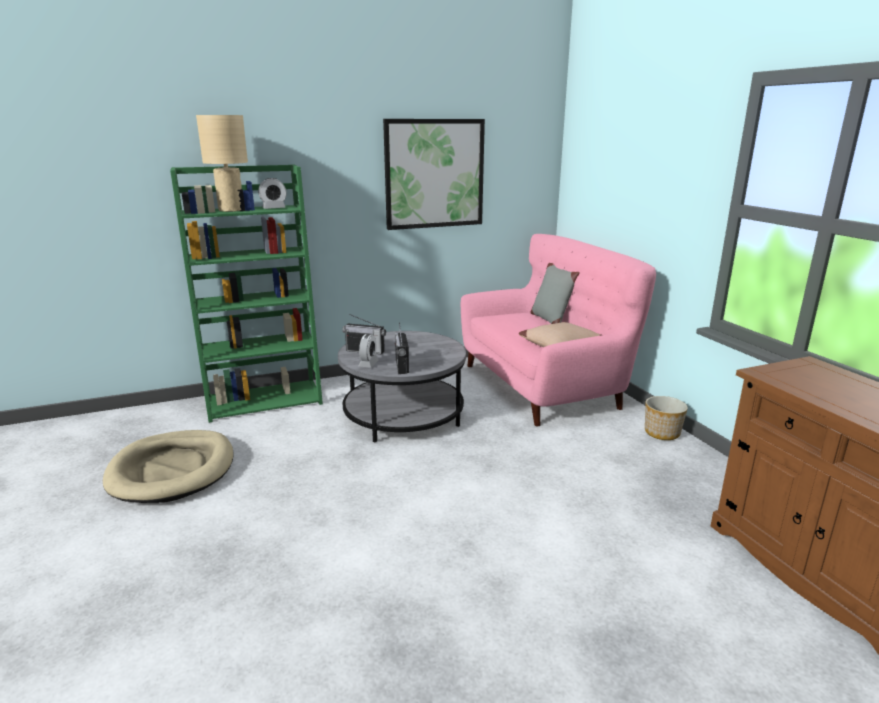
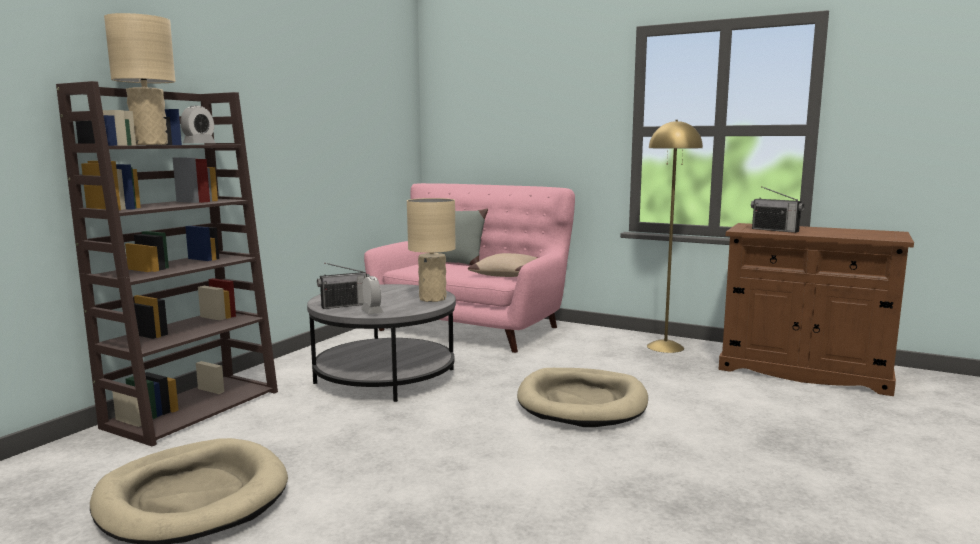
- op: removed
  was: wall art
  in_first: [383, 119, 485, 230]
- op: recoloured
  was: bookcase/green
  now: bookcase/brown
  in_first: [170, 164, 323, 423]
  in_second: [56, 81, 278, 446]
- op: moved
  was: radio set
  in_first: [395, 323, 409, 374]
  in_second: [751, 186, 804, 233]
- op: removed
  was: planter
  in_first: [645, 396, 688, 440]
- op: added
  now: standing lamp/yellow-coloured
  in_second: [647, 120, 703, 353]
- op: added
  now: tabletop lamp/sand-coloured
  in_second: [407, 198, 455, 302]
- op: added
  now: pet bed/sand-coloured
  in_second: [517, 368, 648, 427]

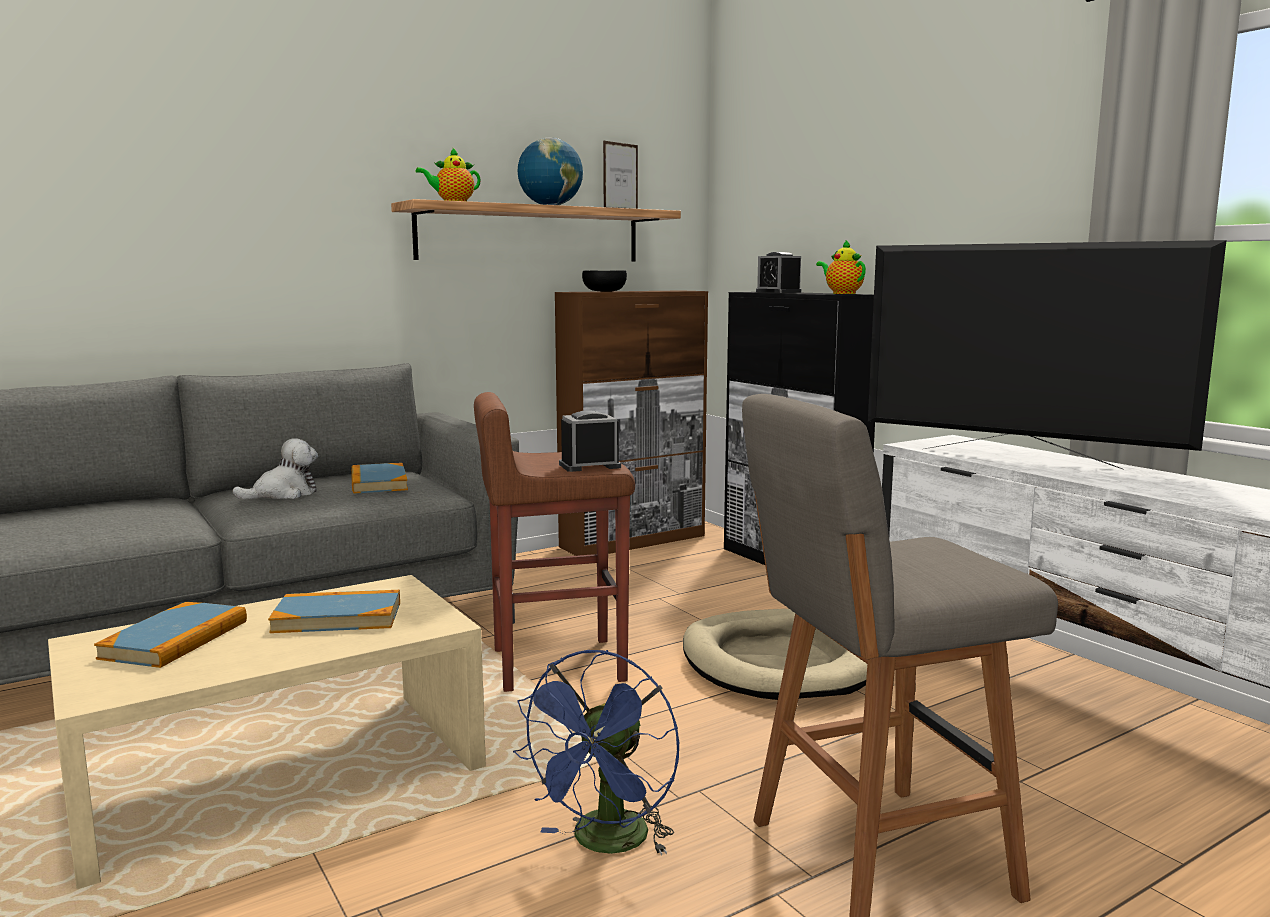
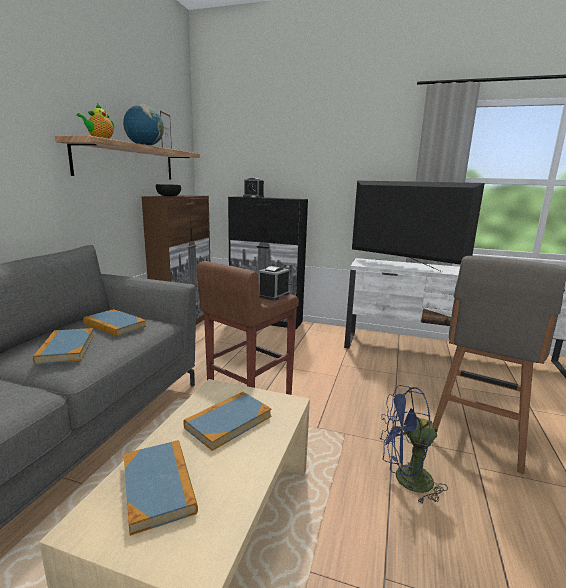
- op: removed
  was: tea pot
  in_first: [816, 240, 866, 294]
- op: turned
  was: TV
  in_first: [868, 240, 1227, 470]
  in_second: [352, 181, 485, 272]
  clockwise: -135
- op: replaced
  was: cuddly toy
  now: book
  in_first: [232, 438, 318, 499]
  in_second: [33, 328, 94, 365]
- op: removed
  was: pet bed/sand-coloured
  in_first: [683, 609, 867, 700]
- op: turned
  was: cooling fan/bluish
  in_first: [513, 650, 679, 855]
  in_second: [380, 385, 448, 505]
  clockwise: 105

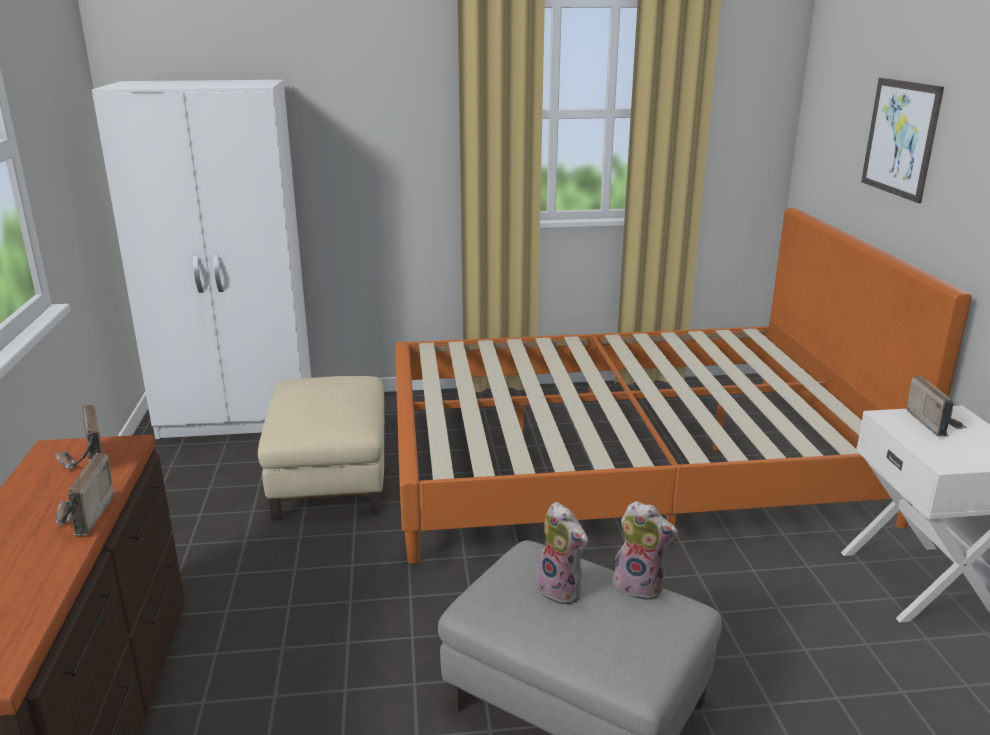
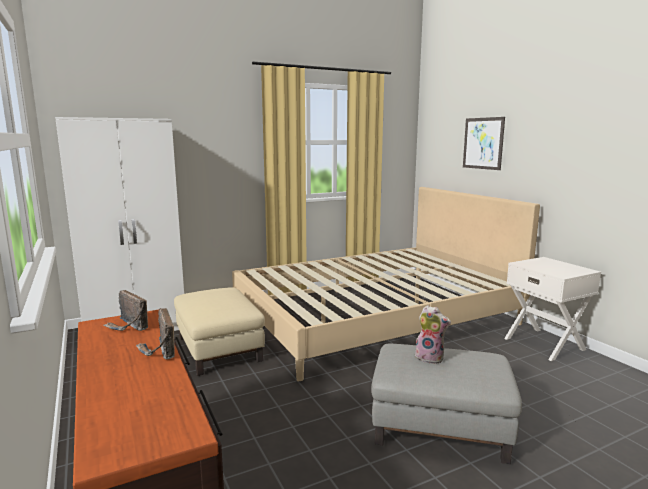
- op: recoloured
  was: bedroom bed/orange-coloured
  now: bedroom bed/sand-coloured
  in_first: [395, 208, 971, 563]
  in_second: [232, 187, 540, 381]
- op: removed
  was: radio set
  in_first: [906, 375, 967, 437]
- op: removed
  was: cuddly toy
  in_first: [612, 501, 677, 601]

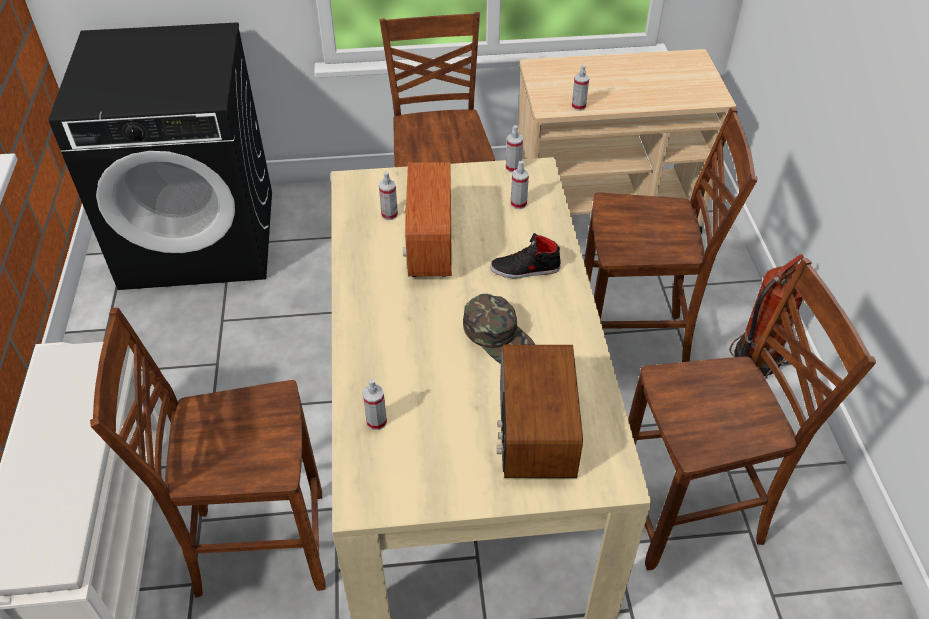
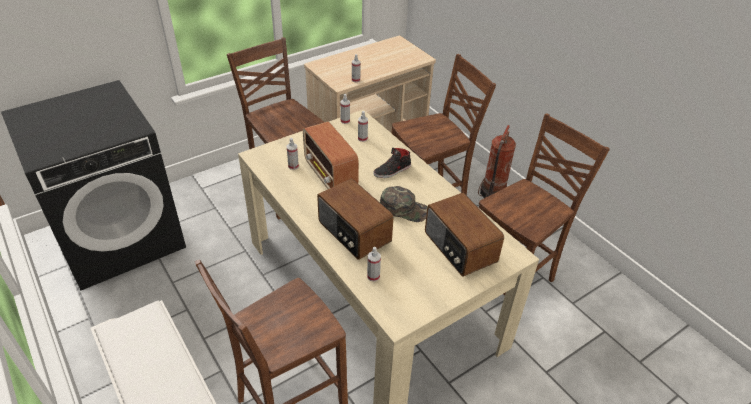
- op: added
  now: radio set
  in_second: [317, 179, 394, 260]

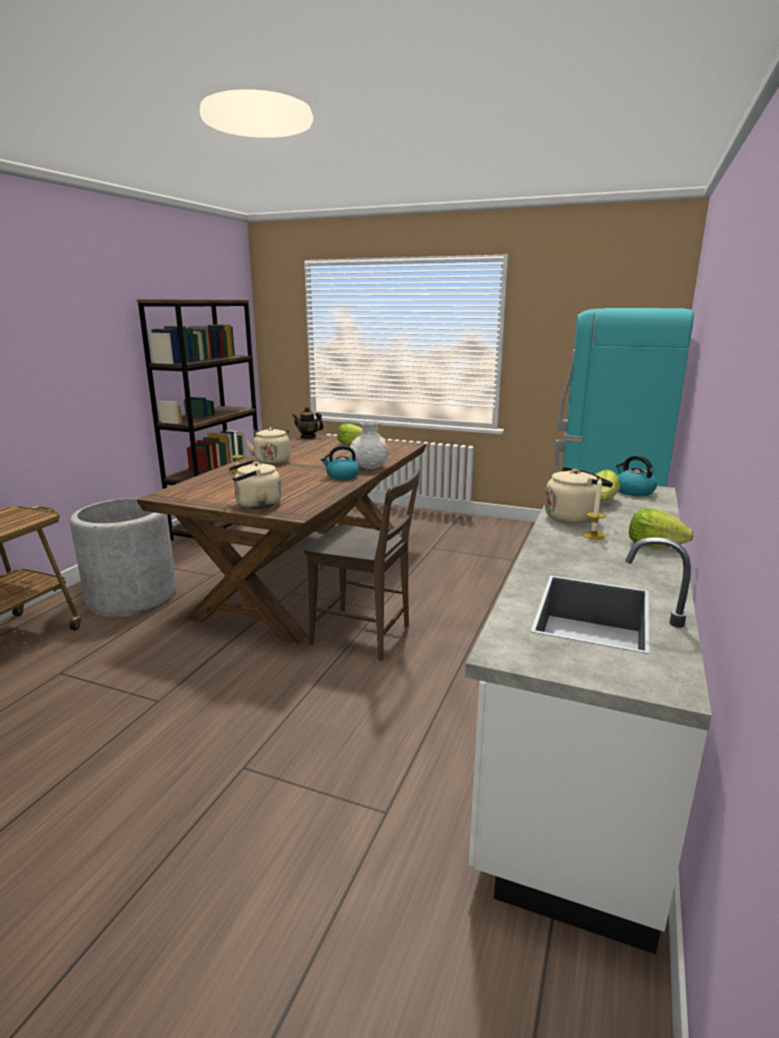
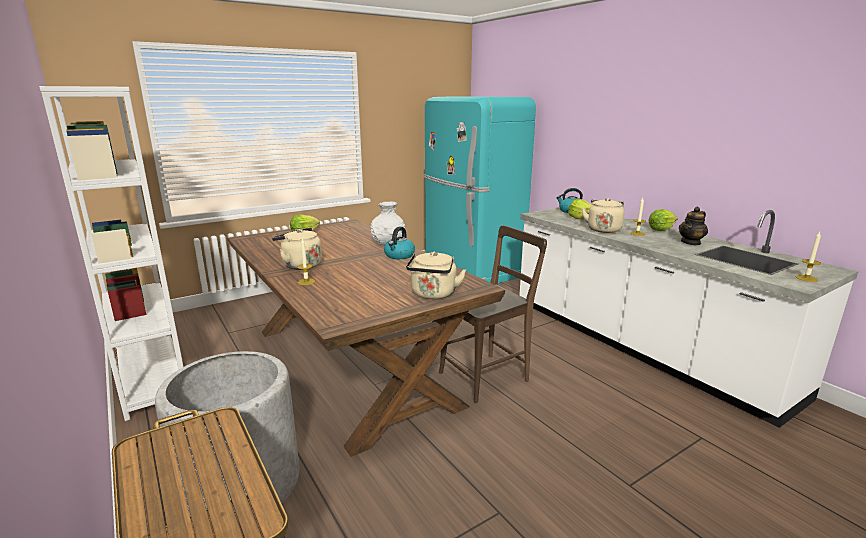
- op: recoloured
  was: bookcase/brown
  now: bookcase/white-coloured
  in_first: [137, 299, 258, 541]
  in_second: [39, 86, 183, 421]
- op: moved
  was: tea pot
  in_first: [292, 407, 324, 439]
  in_second: [679, 207, 708, 245]
- op: added
  now: wax light
  in_second: [796, 232, 821, 282]

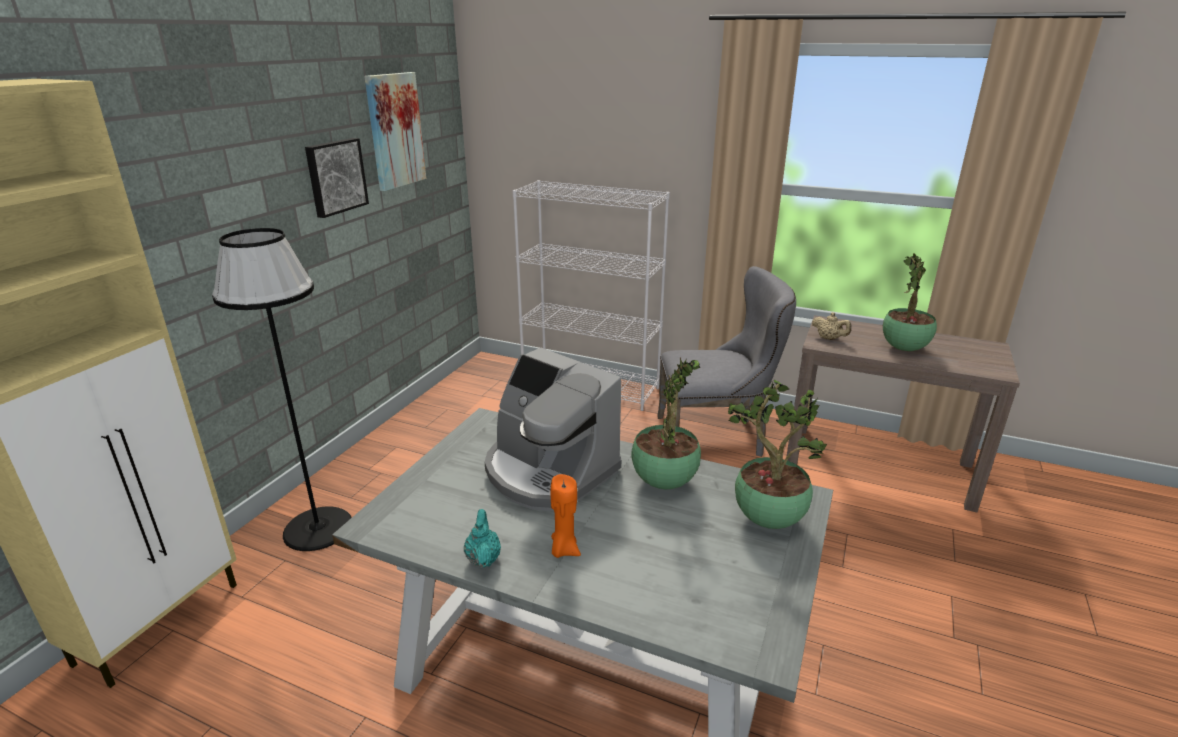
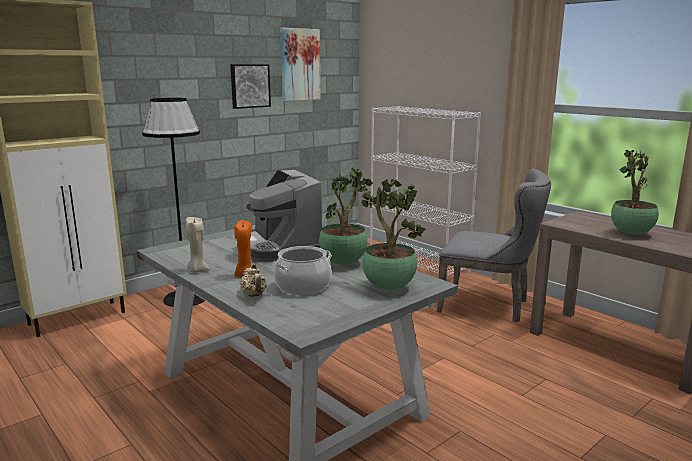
- op: moved
  was: tea pot/sand-coloured
  in_first: [812, 312, 851, 340]
  in_second: [240, 264, 267, 297]
- op: replaced
  was: tea pot/turquoise
  now: wax light/sand-coloured
  in_first: [464, 509, 501, 568]
  in_second: [186, 217, 210, 273]
- op: added
  now: stockpot
  in_second: [272, 246, 332, 295]

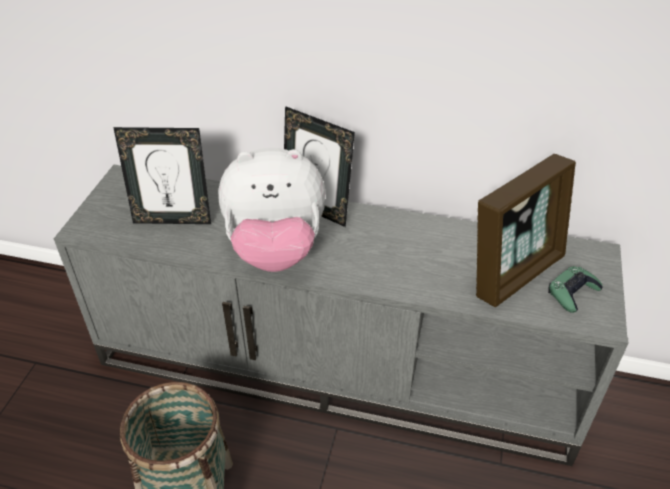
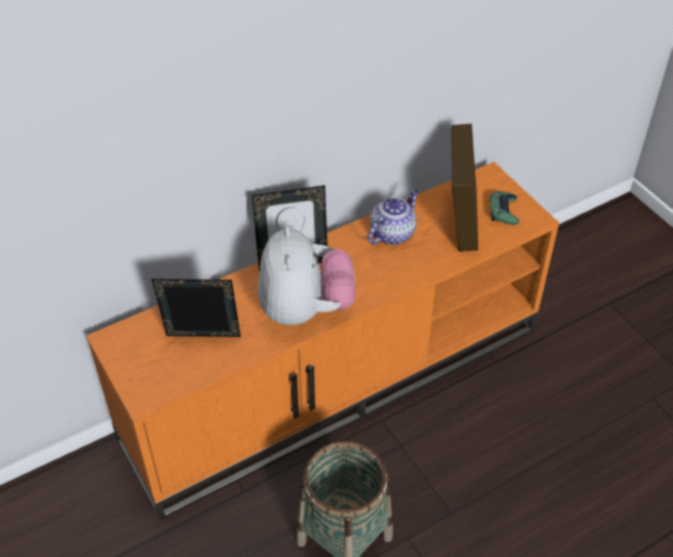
- op: turned
  was: picture frame
  in_first: [113, 127, 211, 224]
  in_second: [151, 279, 241, 337]
  clockwise: -135
- op: turned
  was: cuddly toy
  in_first: [218, 148, 326, 272]
  in_second: [258, 226, 356, 325]
  clockwise: -45
- op: recoloured
  was: tv stand/greyish
  now: tv stand/orange-coloured
  in_first: [54, 165, 628, 466]
  in_second: [86, 162, 559, 521]
- op: added
  now: tea pot
  in_second: [368, 190, 419, 245]

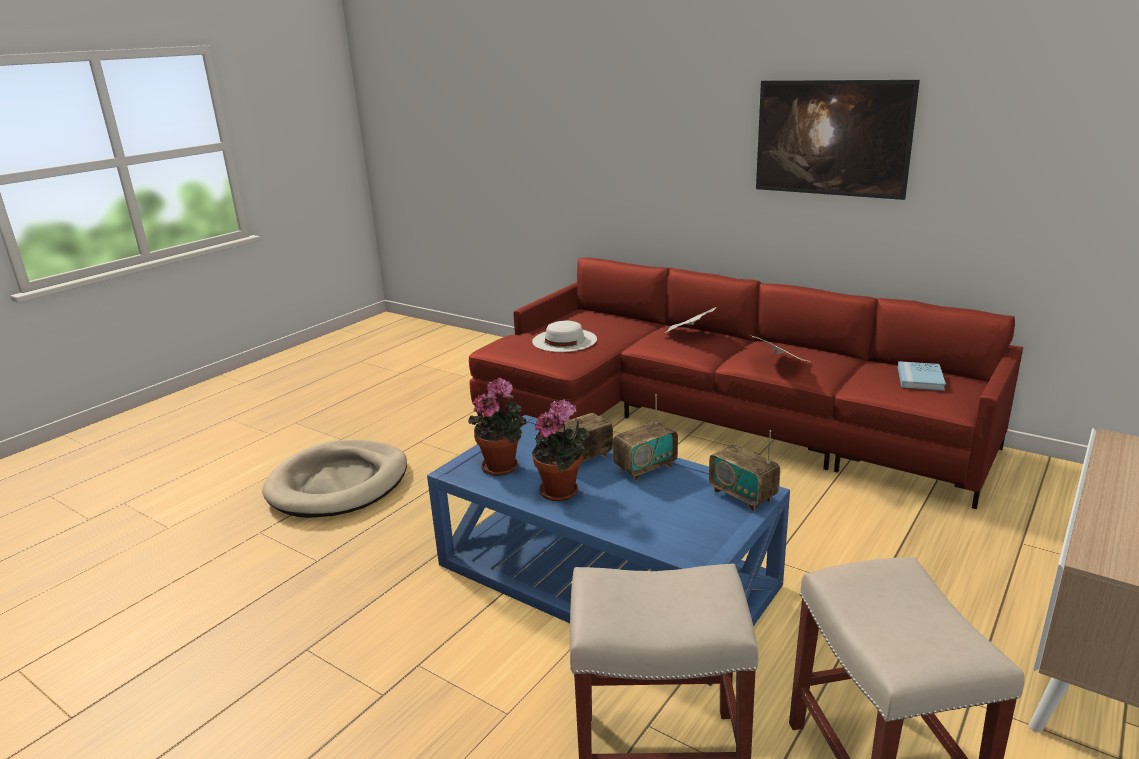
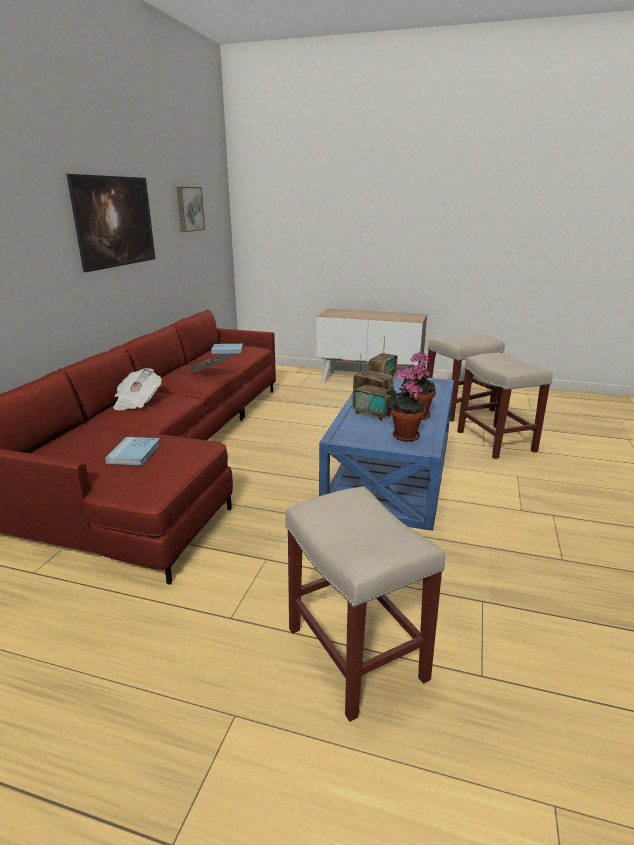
- op: replaced
  was: hat/white-coloured
  now: book/bluish
  in_first: [532, 321, 597, 352]
  in_second: [105, 437, 161, 466]
- op: replaced
  was: pet bed/sand-coloured
  now: sitting stool/sand-coloured
  in_first: [262, 440, 407, 518]
  in_second: [286, 486, 445, 722]
- op: added
  now: wall art
  in_second: [177, 187, 205, 232]

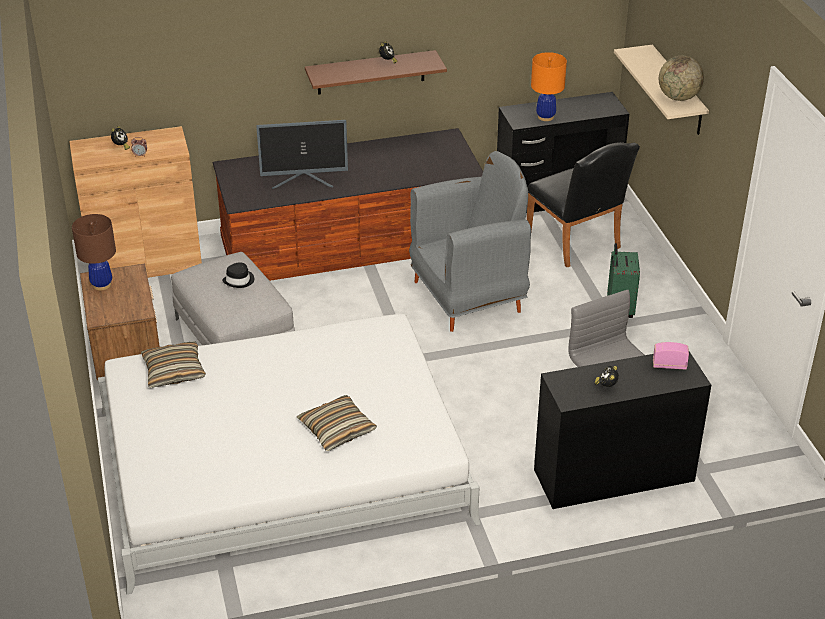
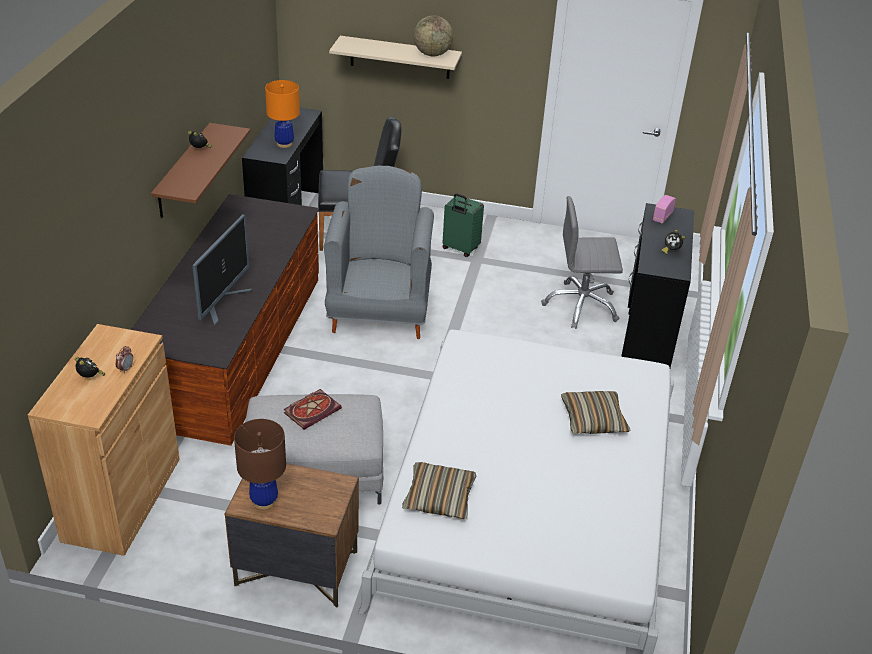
- op: replaced
  was: hat/black-coloured
  now: book
  in_first: [222, 263, 254, 288]
  in_second: [284, 389, 342, 430]

